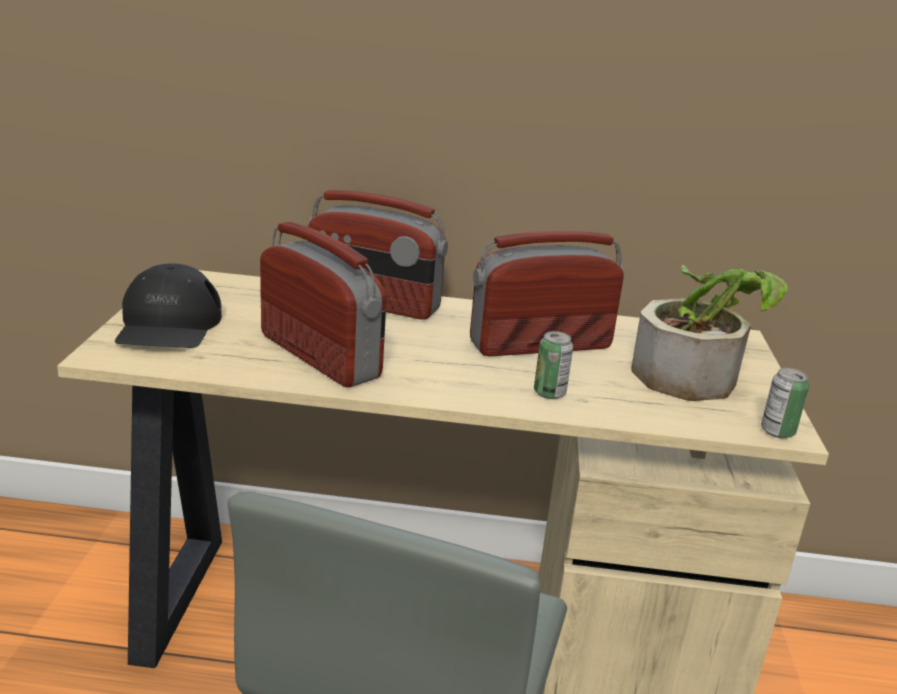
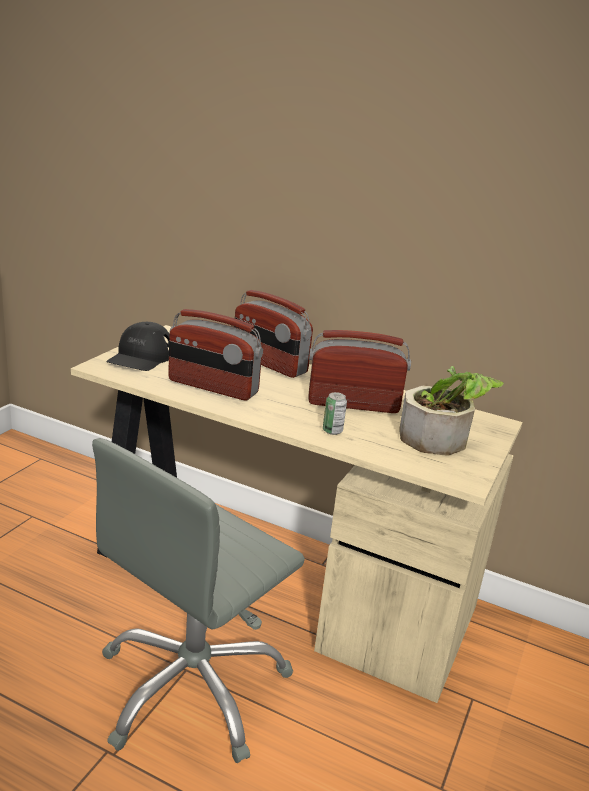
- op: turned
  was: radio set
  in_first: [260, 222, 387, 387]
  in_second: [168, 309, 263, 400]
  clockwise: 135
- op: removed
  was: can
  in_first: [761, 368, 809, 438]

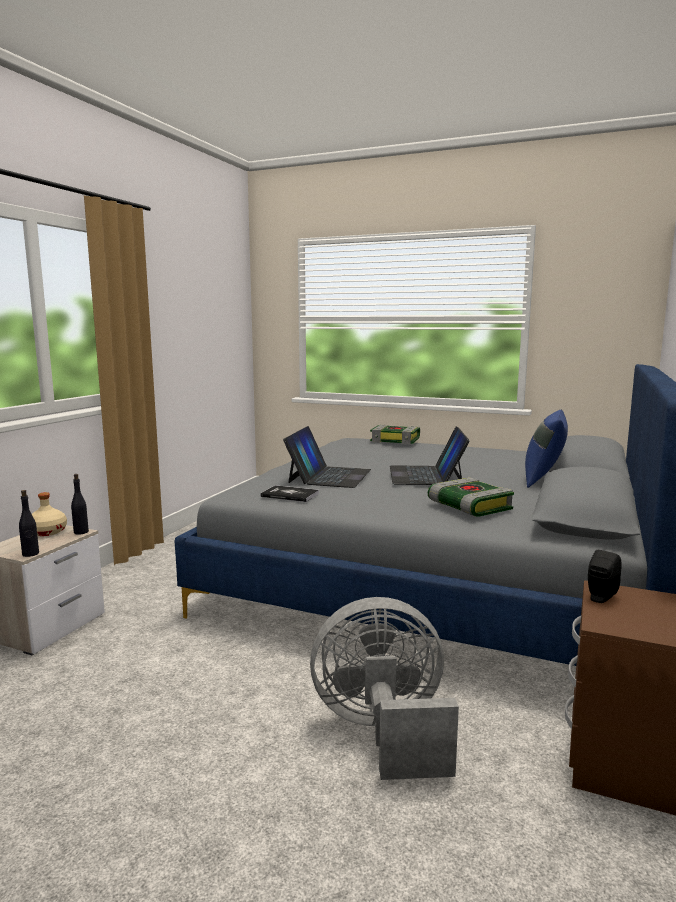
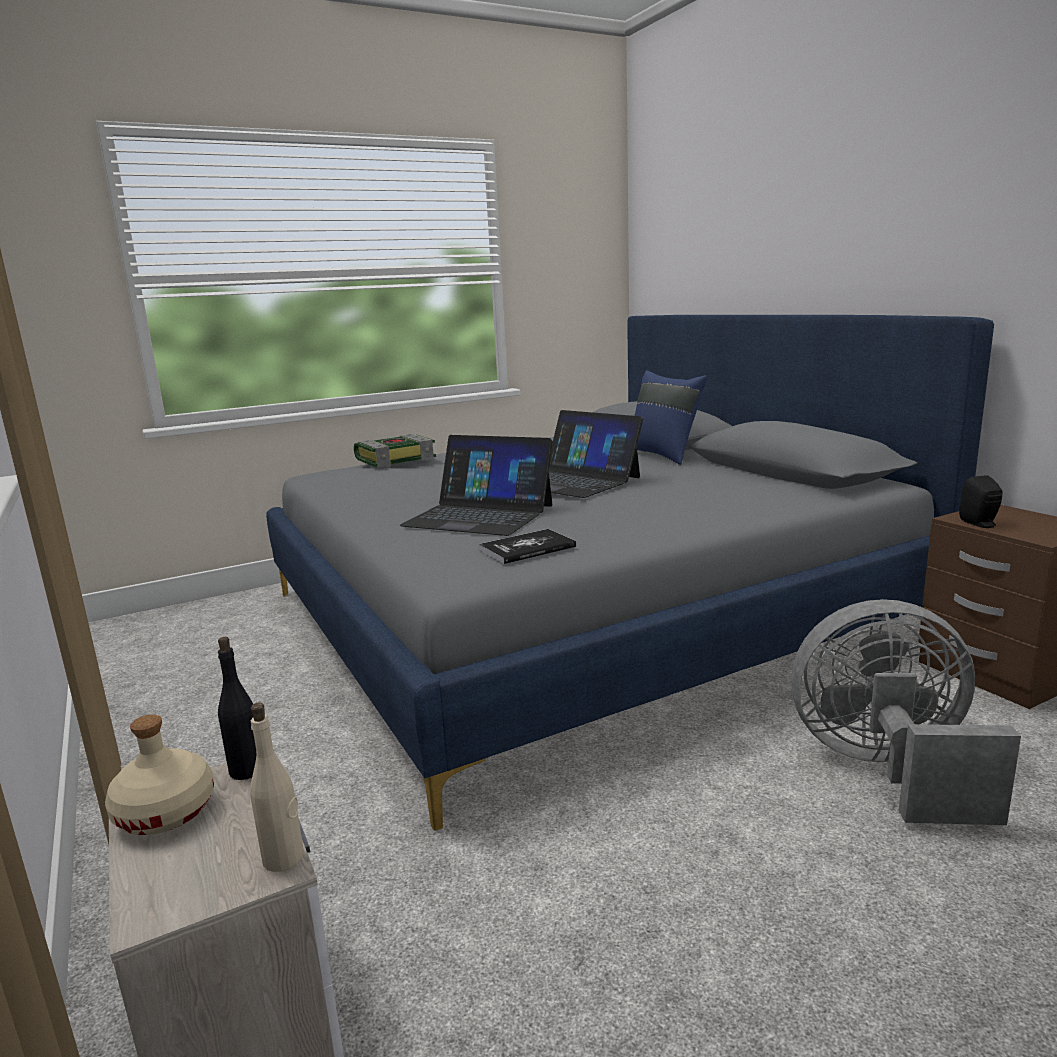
- op: turned
  was: laptop
  in_first: [283, 426, 371, 488]
  in_second: [400, 435, 553, 536]
  clockwise: 150
- op: removed
  was: book
  in_first: [428, 477, 514, 517]
- op: recoloured
  was: bottle/black-coloured
  now: bottle/sand-coloured
  in_first: [19, 490, 39, 557]
  in_second: [250, 702, 304, 872]
- op: turned
  was: cooling fan/greyish
  in_first: [310, 597, 459, 780]
  in_second: [791, 599, 1021, 825]
  clockwise: 60

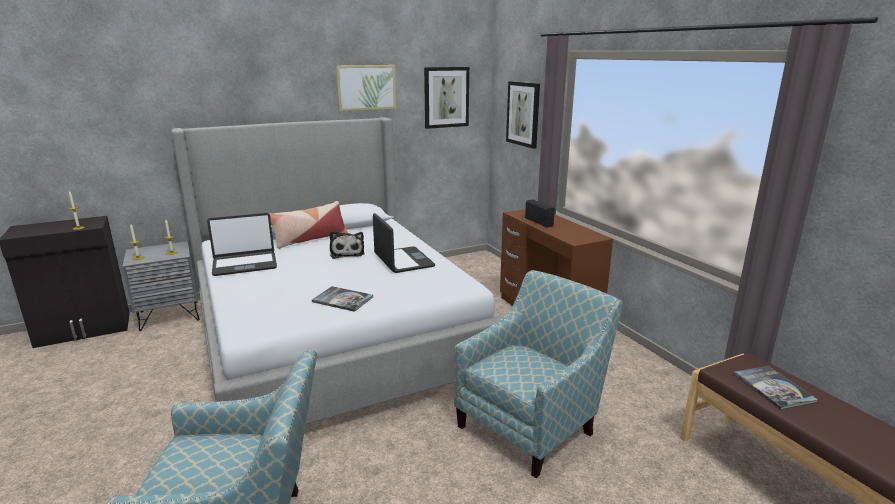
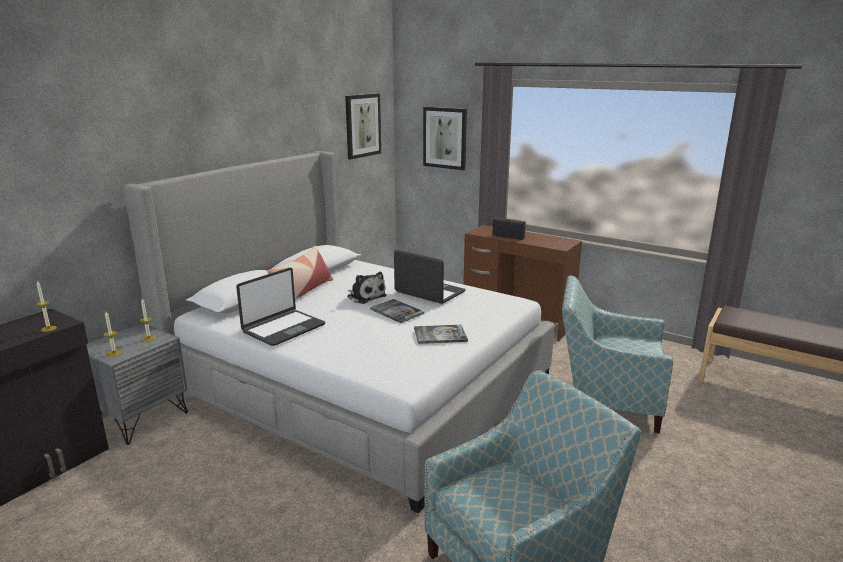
- op: removed
  was: wall art
  in_first: [335, 65, 396, 111]
- op: turned
  was: easy chair
  in_first: [454, 270, 622, 478]
  in_second: [562, 276, 673, 433]
  clockwise: -90
- op: moved
  was: book
  in_first: [733, 366, 818, 410]
  in_second: [370, 299, 424, 323]

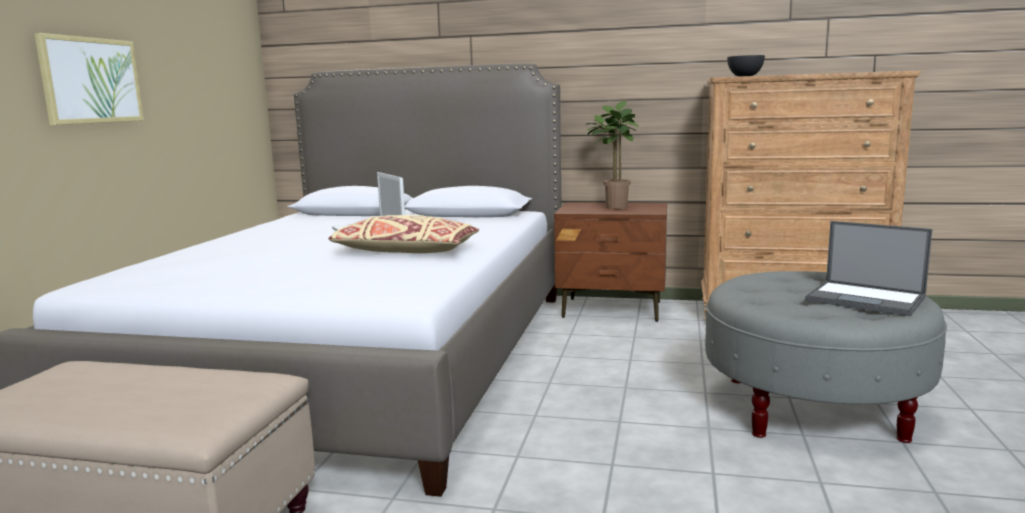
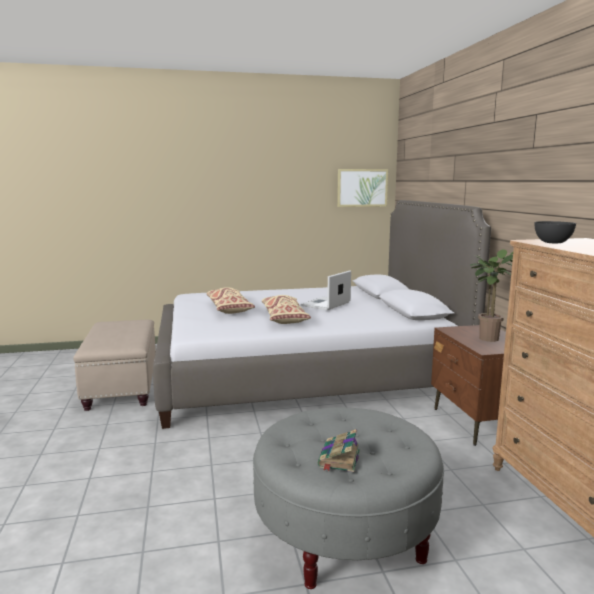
- op: moved
  was: wall art
  in_first: [34, 33, 144, 125]
  in_second: [337, 169, 388, 207]
- op: replaced
  was: laptop
  now: book
  in_first: [805, 221, 932, 316]
  in_second: [318, 429, 360, 472]
- op: added
  now: pillow/sand-coloured
  in_second: [206, 287, 255, 314]

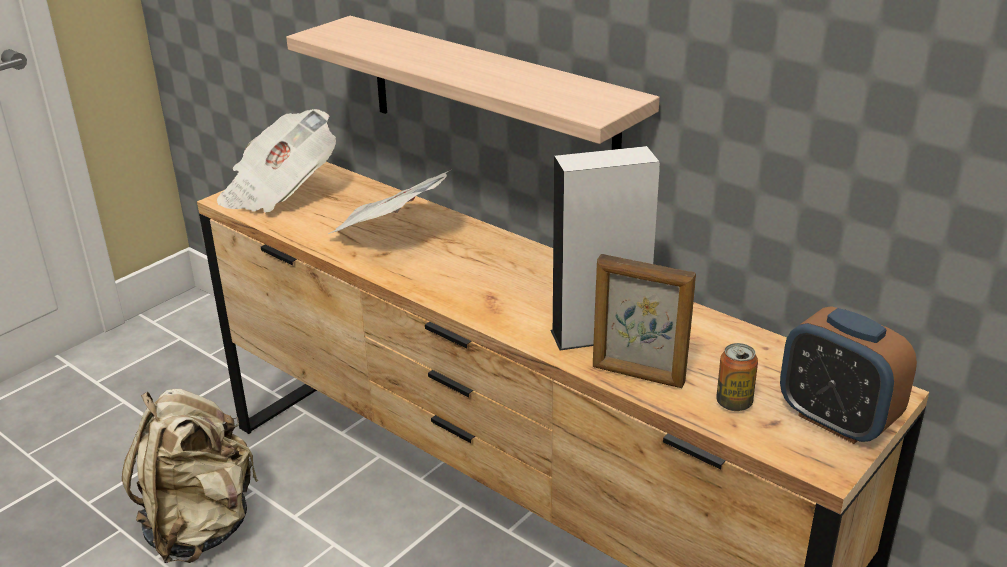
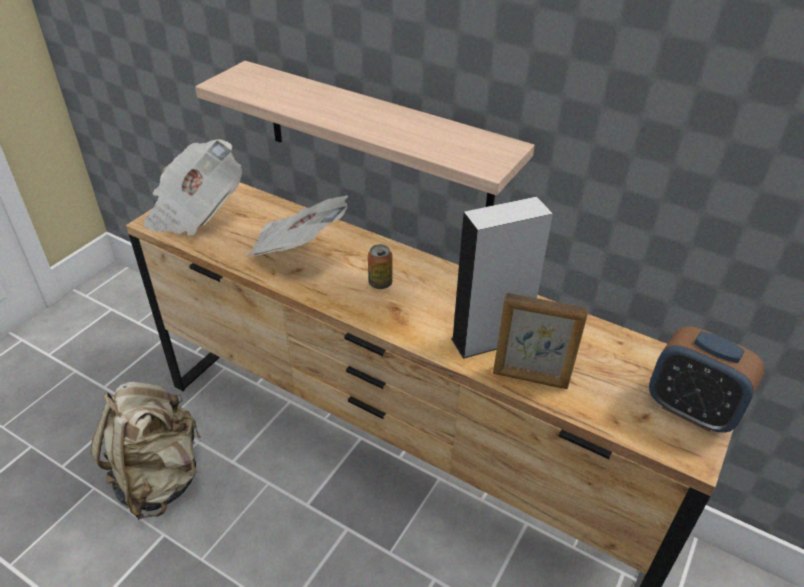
- op: moved
  was: can
  in_first: [716, 343, 758, 411]
  in_second: [368, 244, 392, 289]

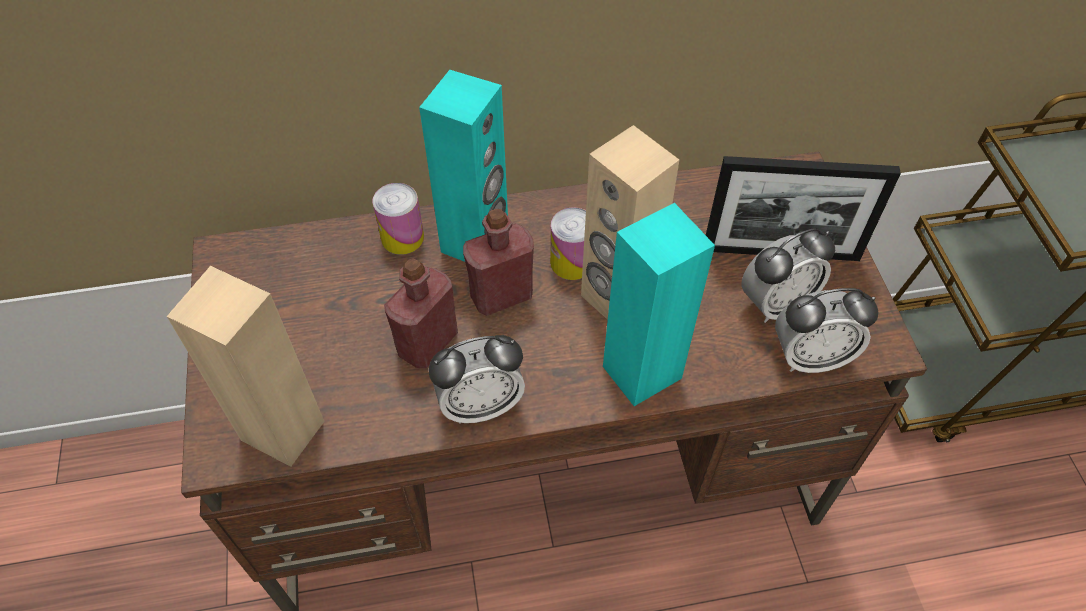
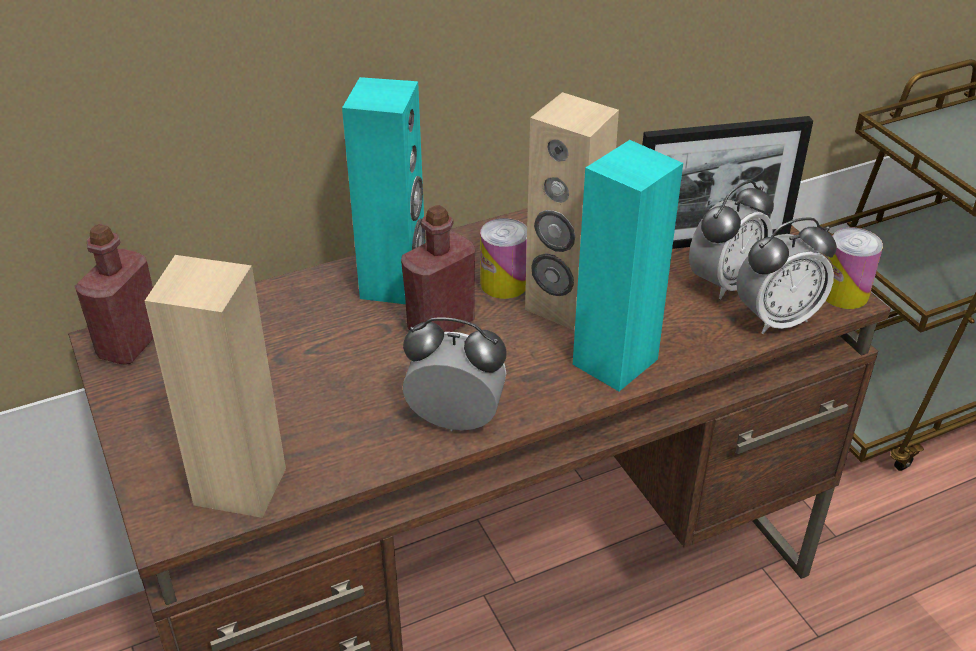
- op: moved
  was: can
  in_first: [372, 183, 424, 255]
  in_second: [826, 228, 883, 309]
- op: moved
  was: bottle/reddish
  in_first: [384, 258, 458, 368]
  in_second: [75, 224, 154, 365]
- op: turned
  was: table clock
  in_first: [429, 335, 525, 424]
  in_second: [403, 317, 507, 431]
  clockwise: -135

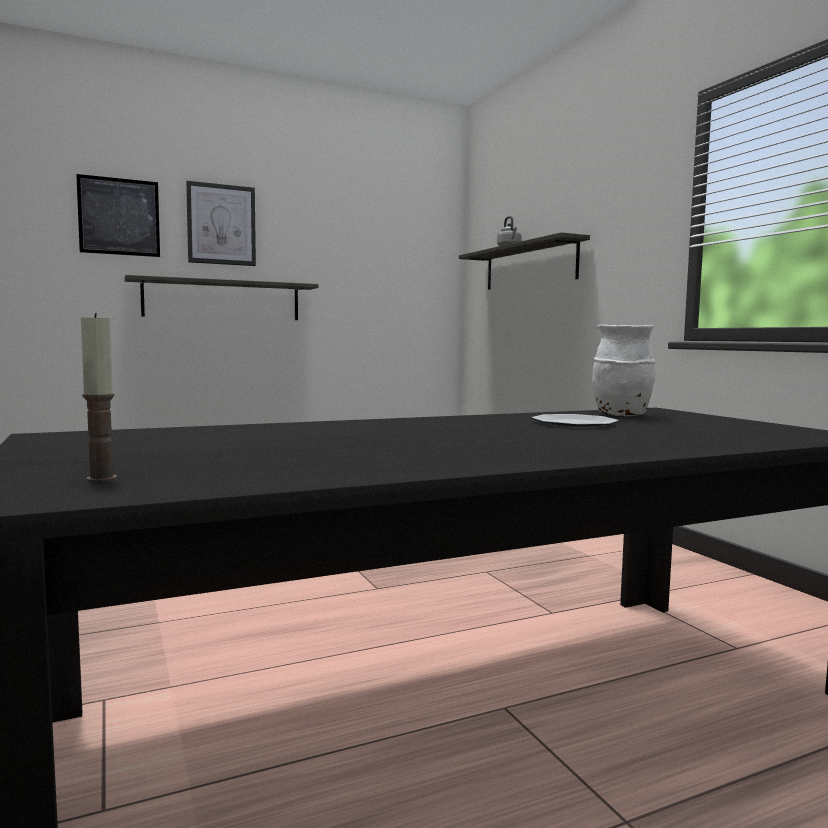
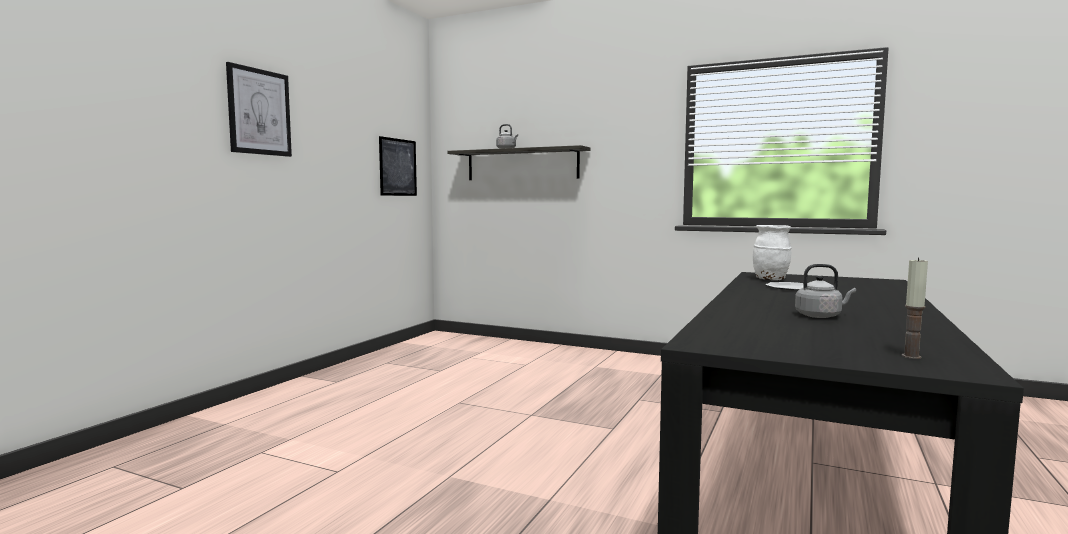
- op: moved
  was: wall art
  in_first: [76, 174, 160, 257]
  in_second: [379, 136, 417, 196]
- op: removed
  was: bracket shelf
  in_first: [125, 275, 318, 320]
- op: added
  now: tea kettle/greyish
  in_second: [795, 264, 856, 318]

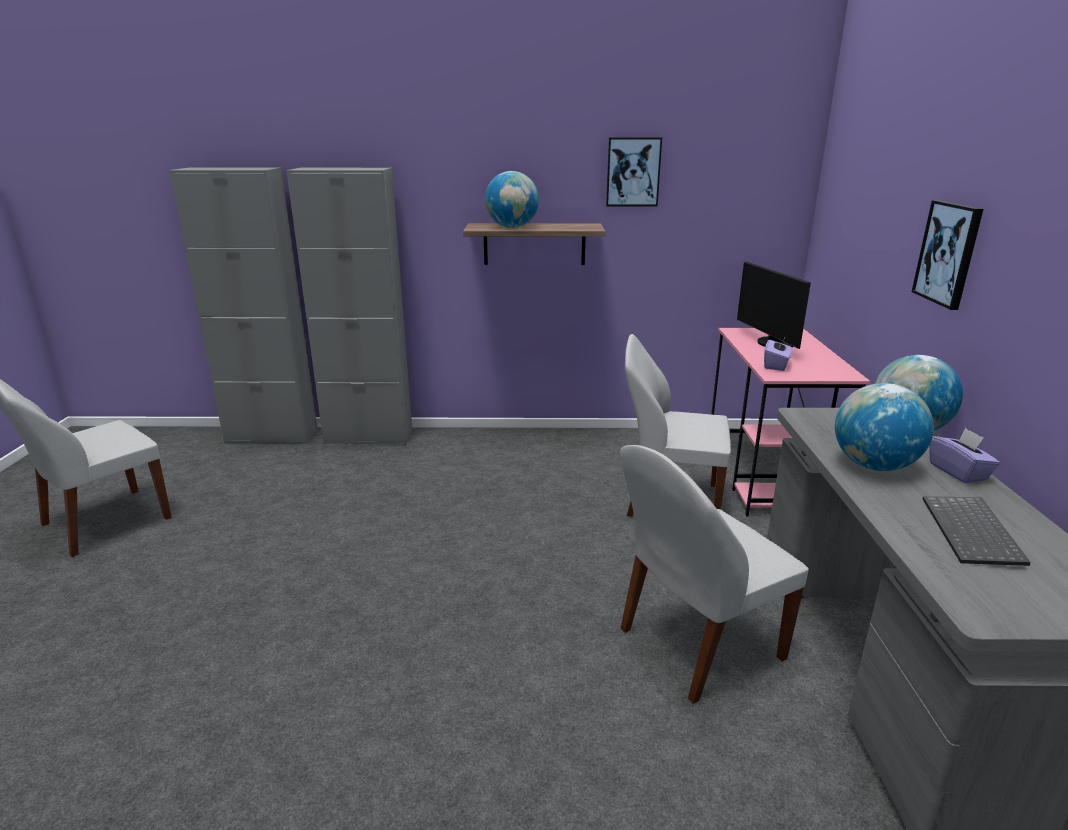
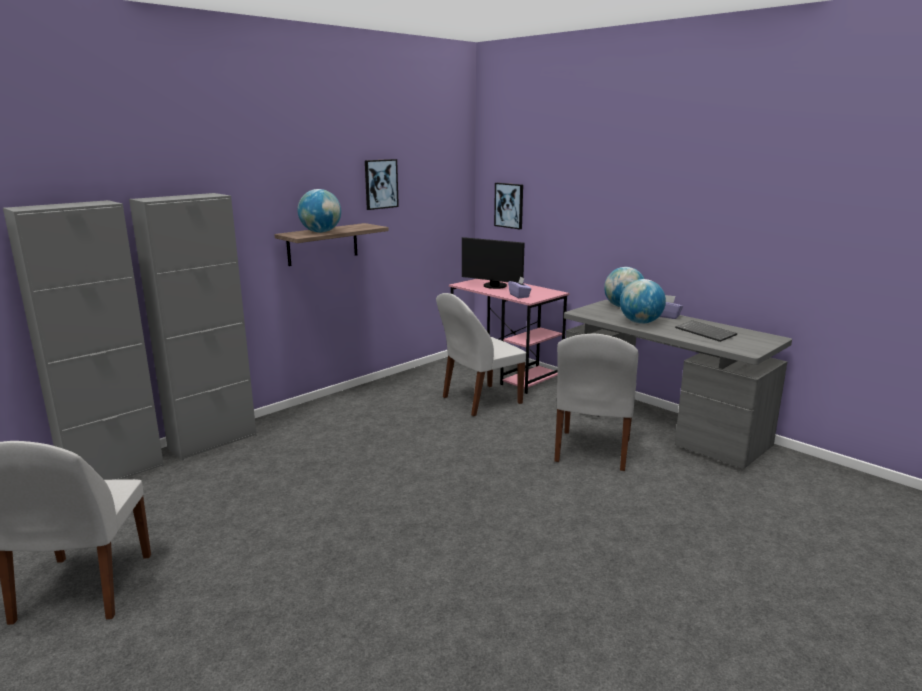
- op: moved
  was: wall art
  in_first: [912, 200, 983, 310]
  in_second: [494, 183, 523, 229]

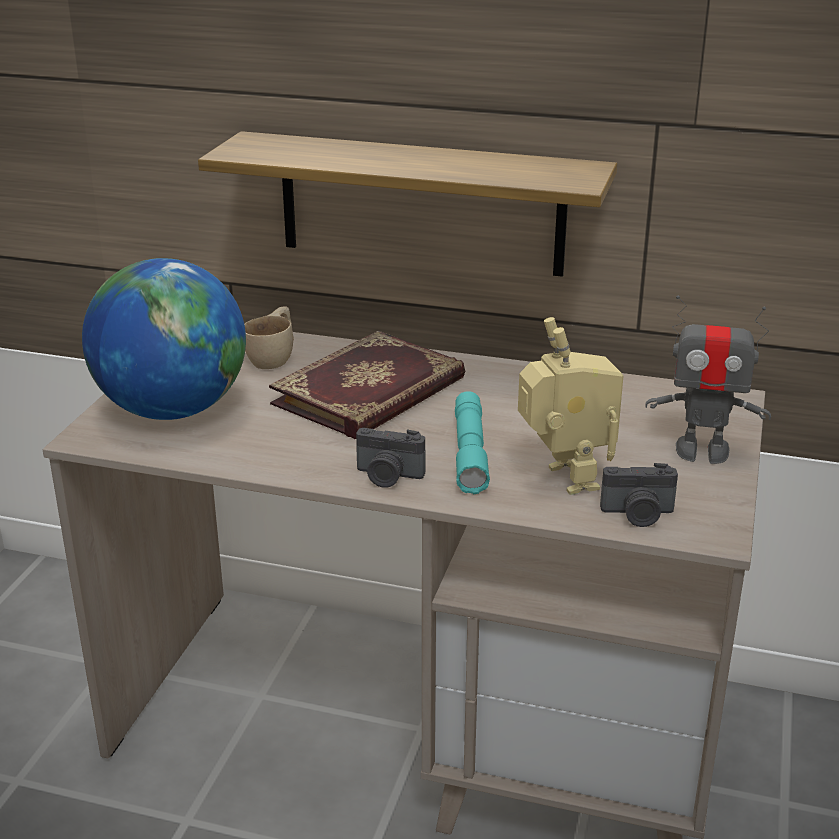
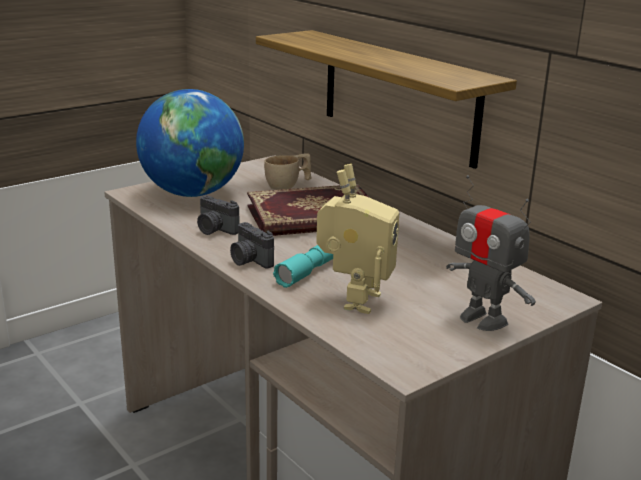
- op: moved
  was: still camera
  in_first: [600, 463, 678, 527]
  in_second: [197, 196, 240, 235]

